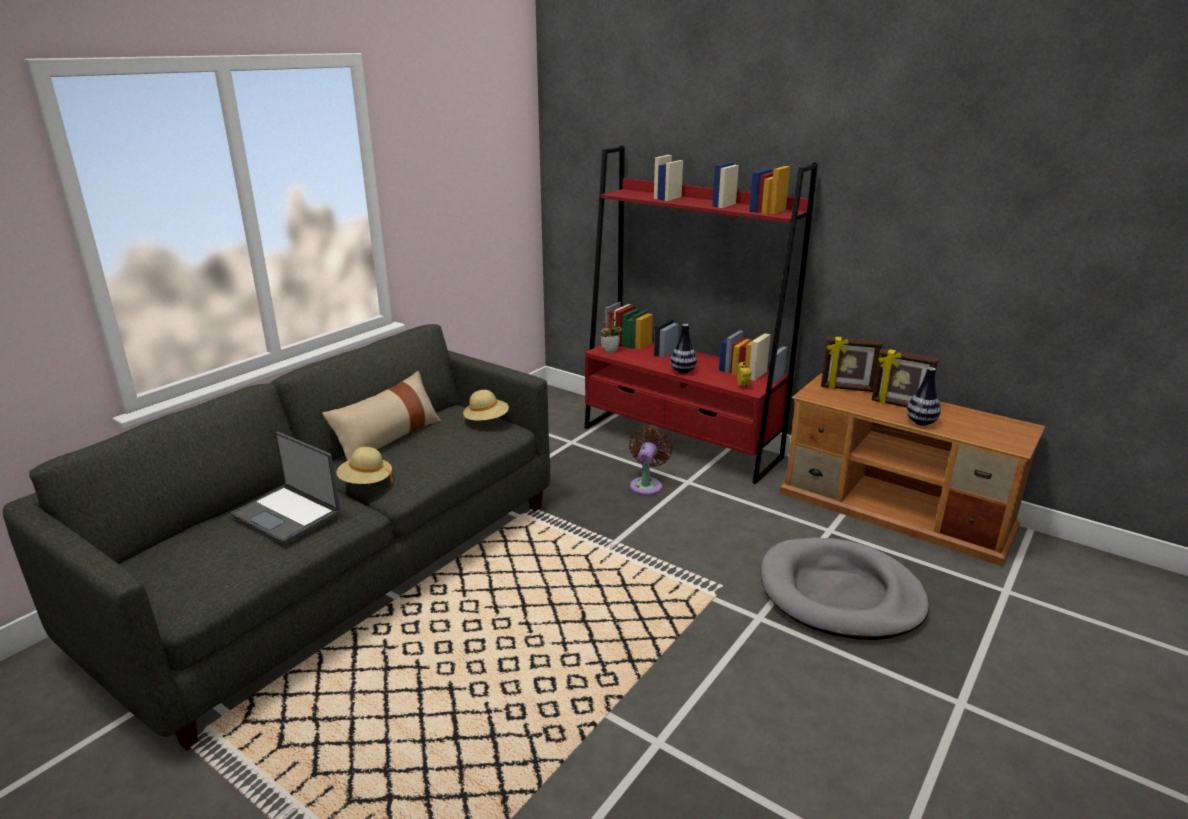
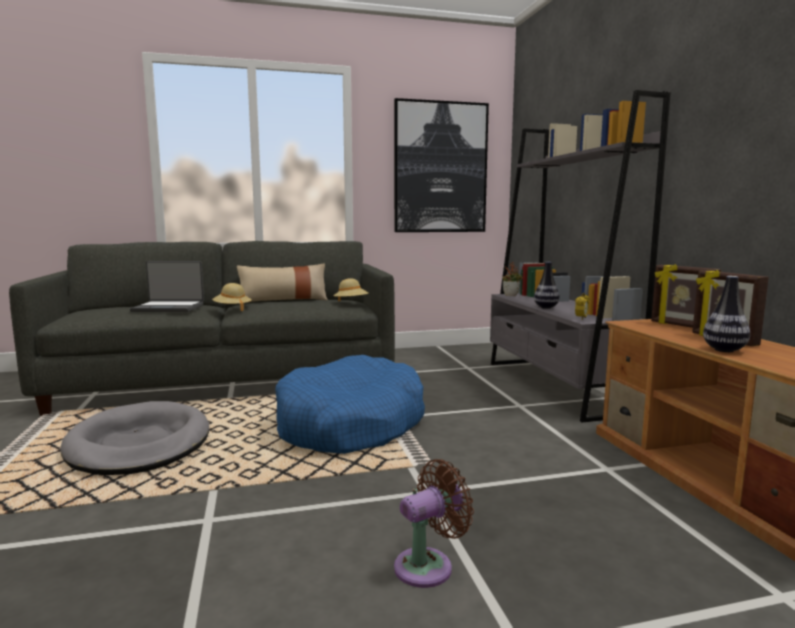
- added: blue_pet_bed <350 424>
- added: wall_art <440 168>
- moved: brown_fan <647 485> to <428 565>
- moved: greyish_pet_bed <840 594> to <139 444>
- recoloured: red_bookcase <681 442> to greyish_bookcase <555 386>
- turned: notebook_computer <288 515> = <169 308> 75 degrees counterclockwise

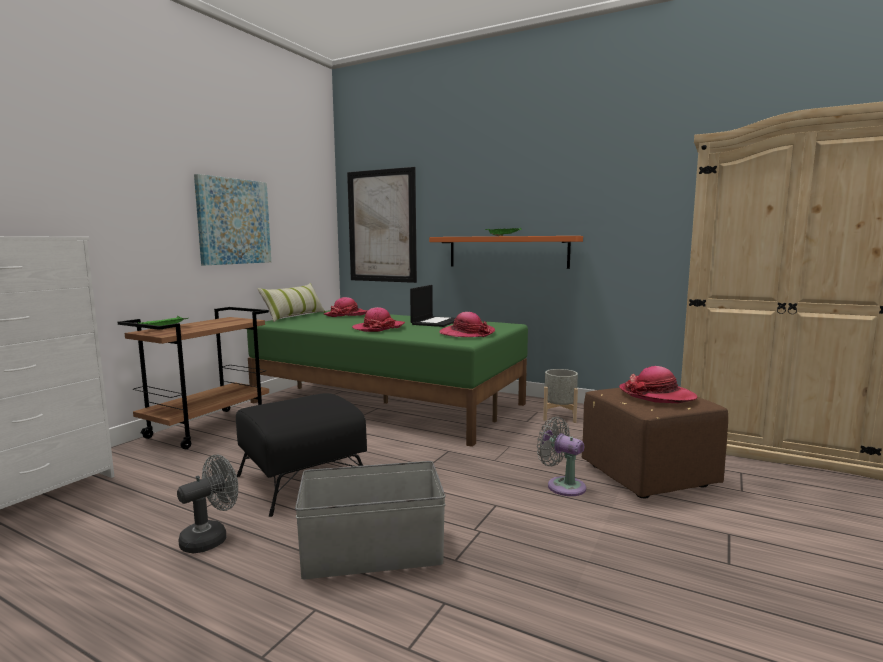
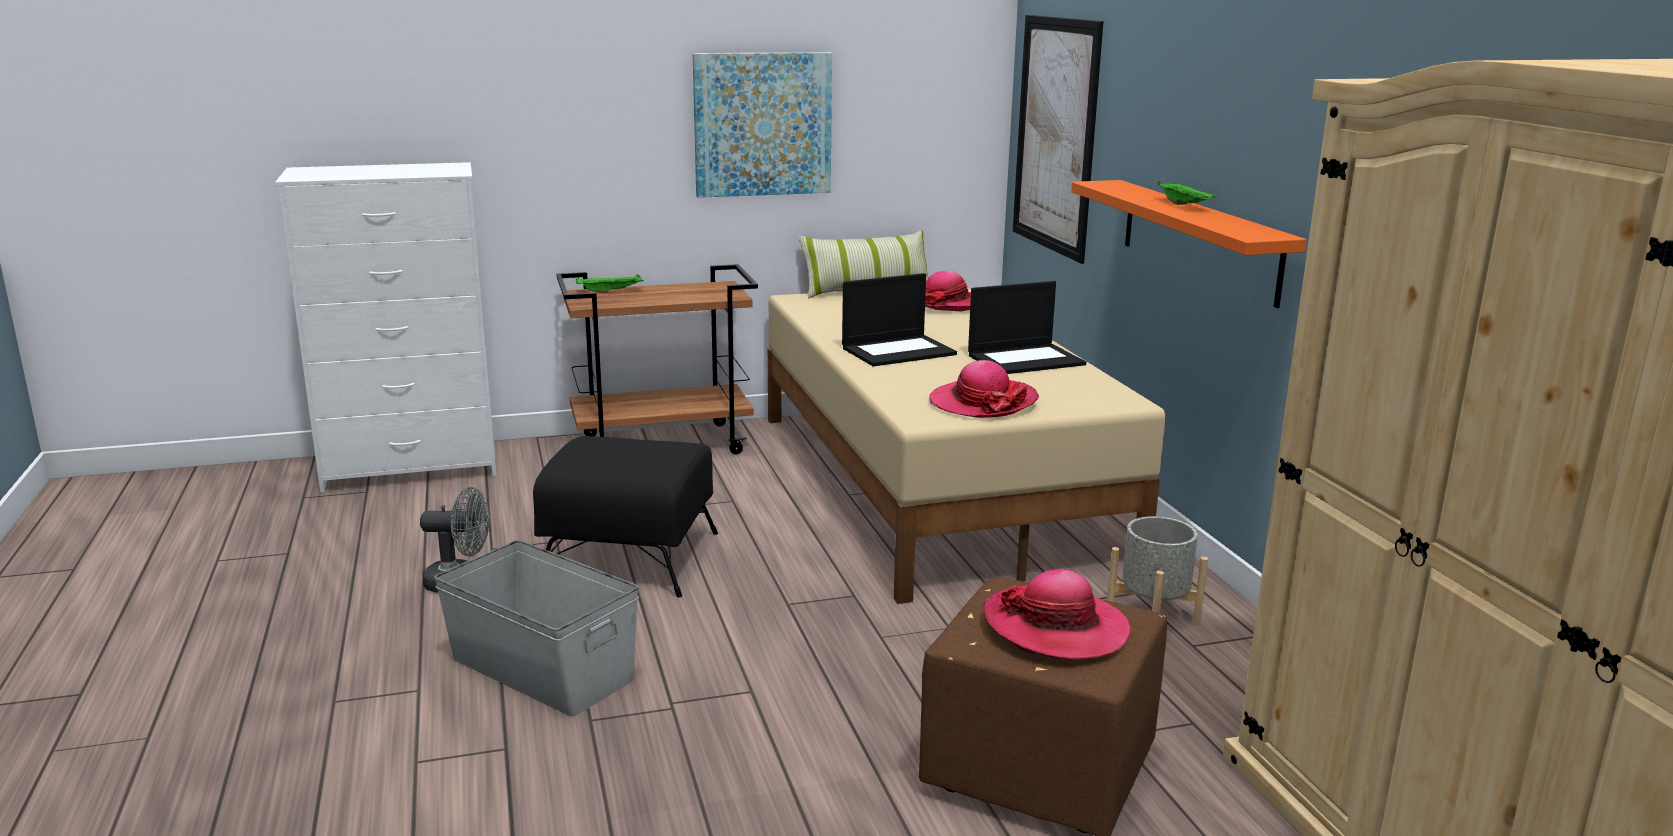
- removed: greyish_fan <562 485>
- replaced: wearable_hat <378 328> to notebook_computer <899 351>
- recoloured: green_bed <387 402> to beige_bed <934 484>

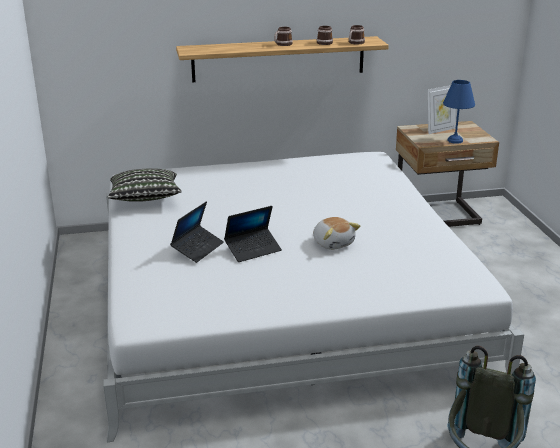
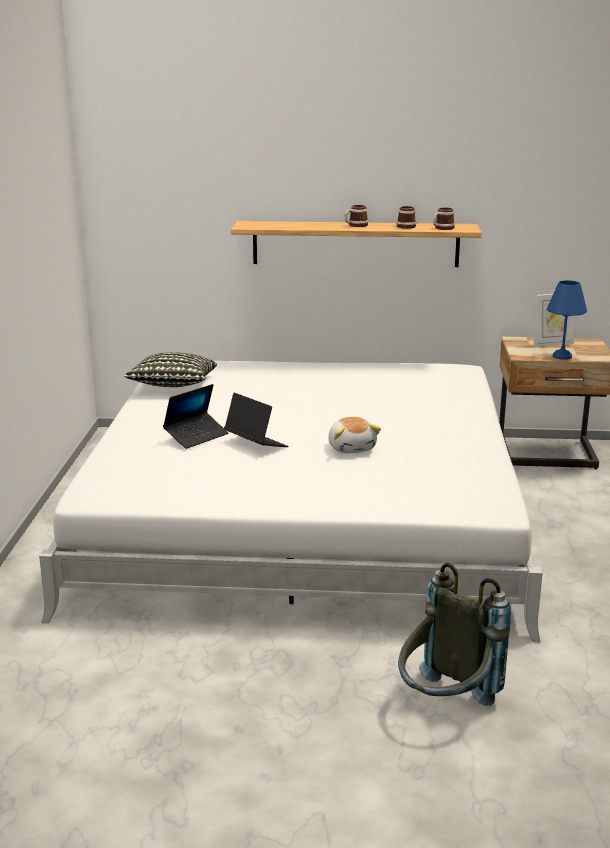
- turned: notebook_computer <253 250> = <256 444> 120 degrees counterclockwise

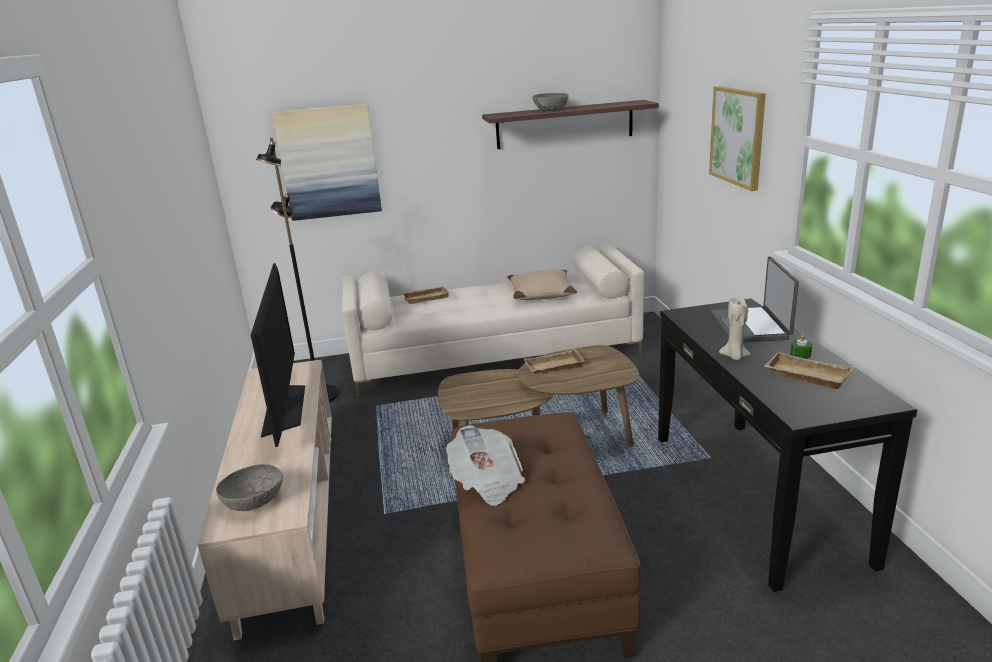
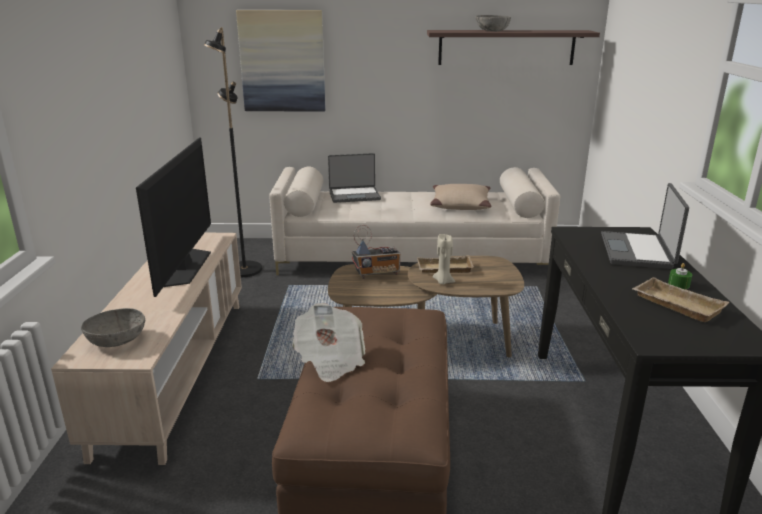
- removed: wall_art <738 136>
- added: radio_set <377 274>
- moved: beige_wax_light <734 356> to <443 282>
- replaced: beige_tray <426 297> to notebook_computer <354 195>

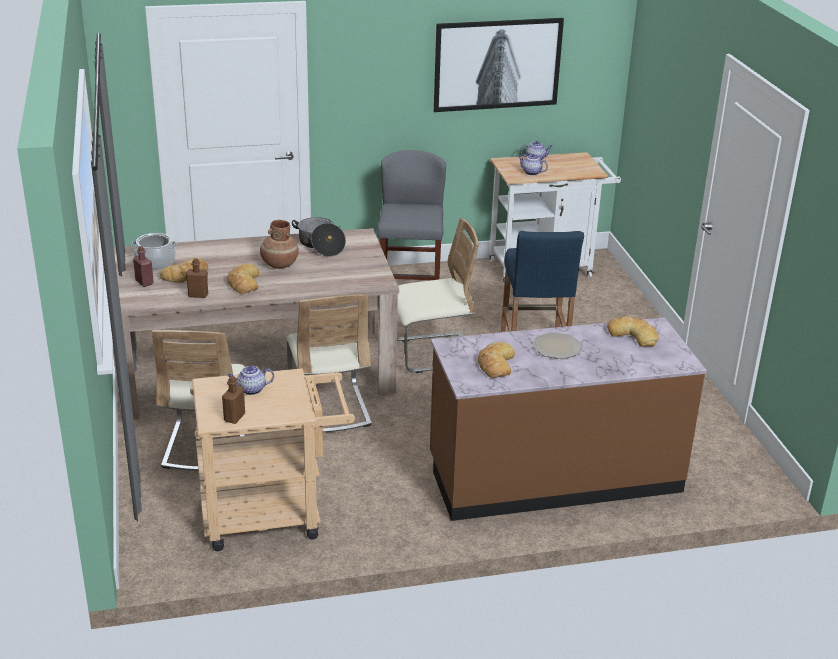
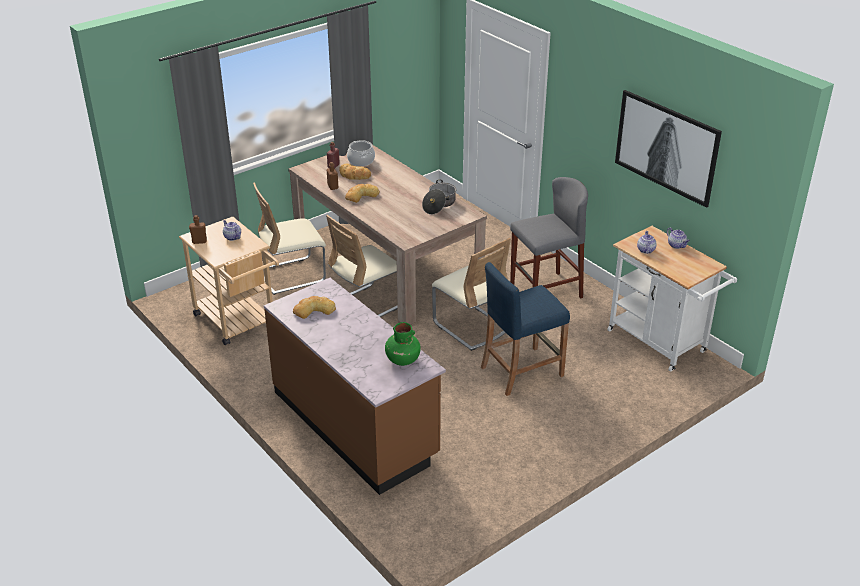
- removed: brown_vase <279 264>
- removed: flat_dish <557 347>
- replaced: bakery_bread <633 335> to green_vase <402 359>

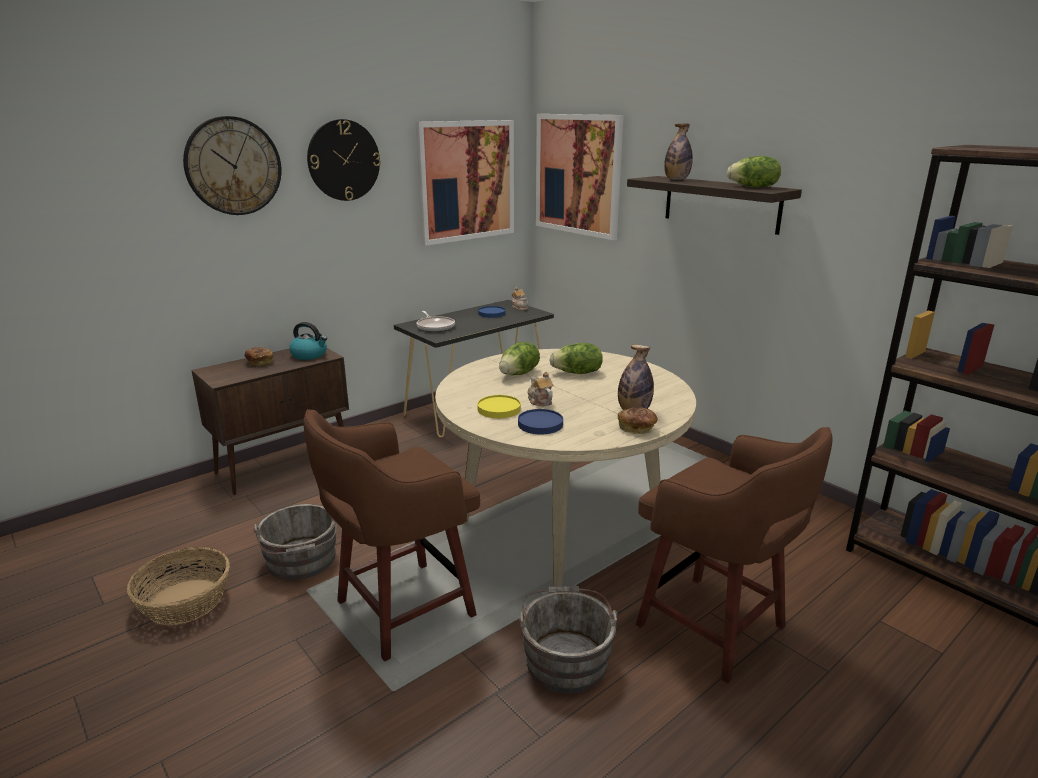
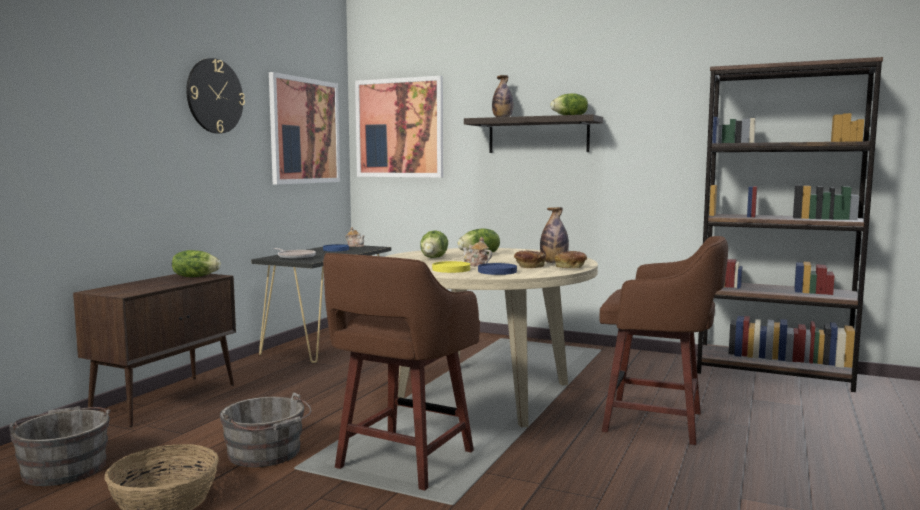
- removed: clock_on_the_wall <233 166>
- moved: bakery_bread <259 362> to <529 266>
- moved: greyish_water_bucket <566 658> to <65 467>
- replaced: tea_kettle <310 355> to lettuce <195 277>

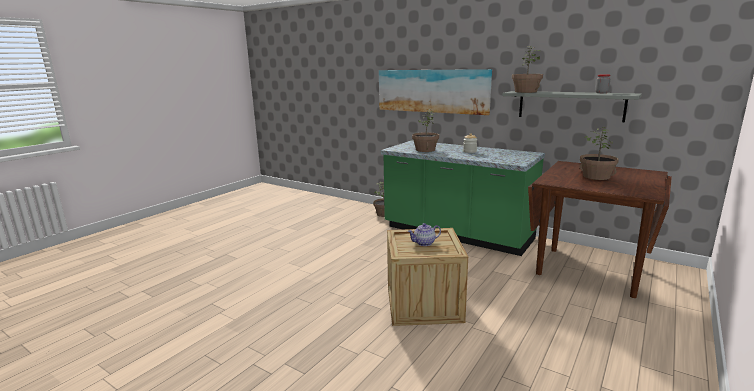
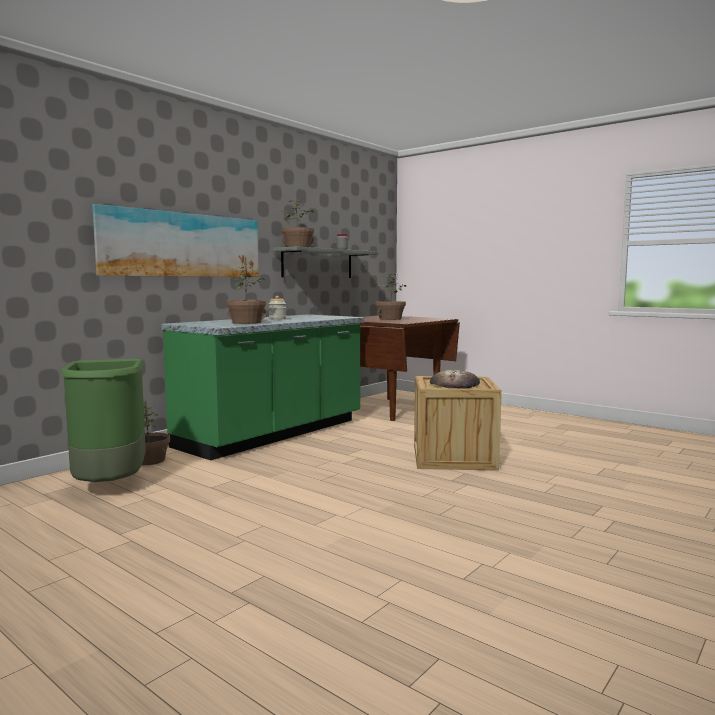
- added: green_rubbish_bin <110 486>
- replaced: tea_pot <424 243> to bakery_bread <454 384>

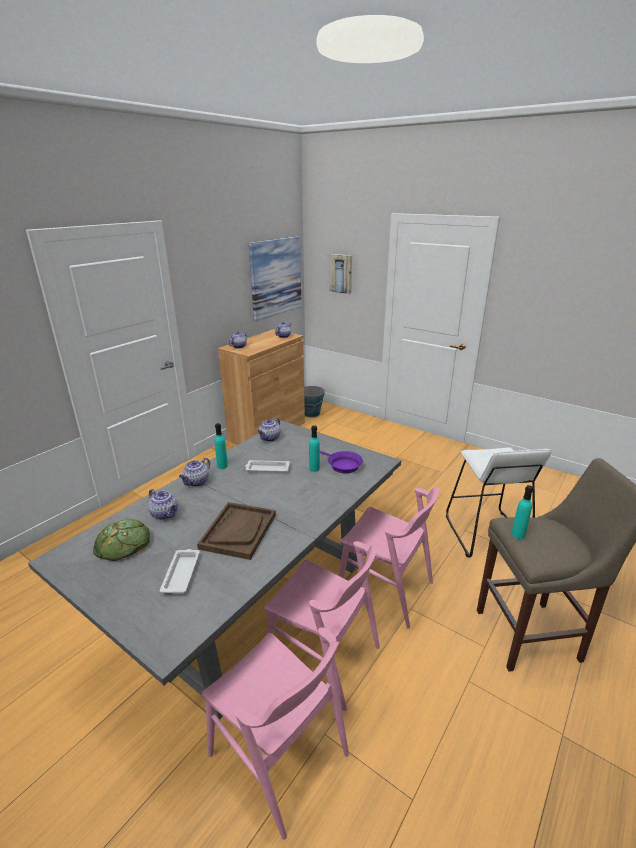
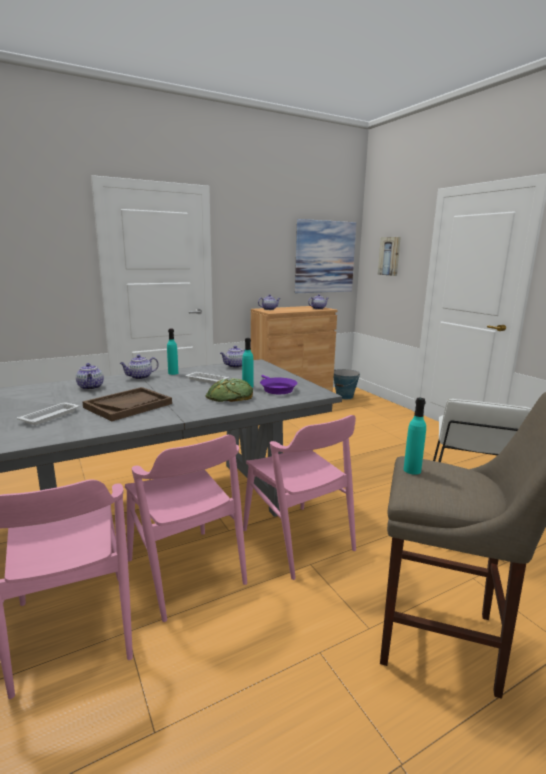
- moved: bakery_bread <123 543> to <230 396>

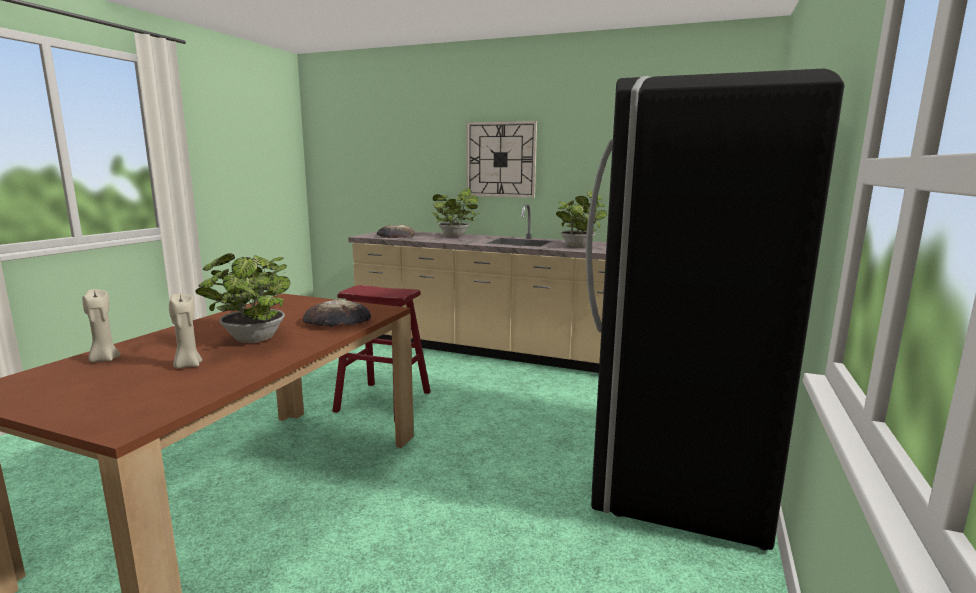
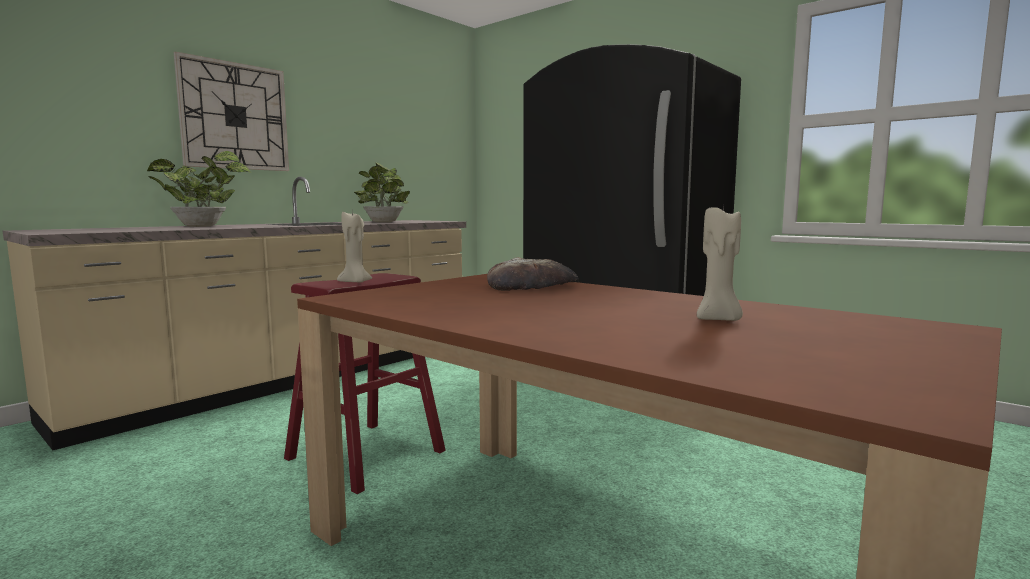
- removed: plant_in_a_pot <252 340>
- removed: bakery_bread <395 236>
- moved: beige_wax_light <104 359> to <355 282>

